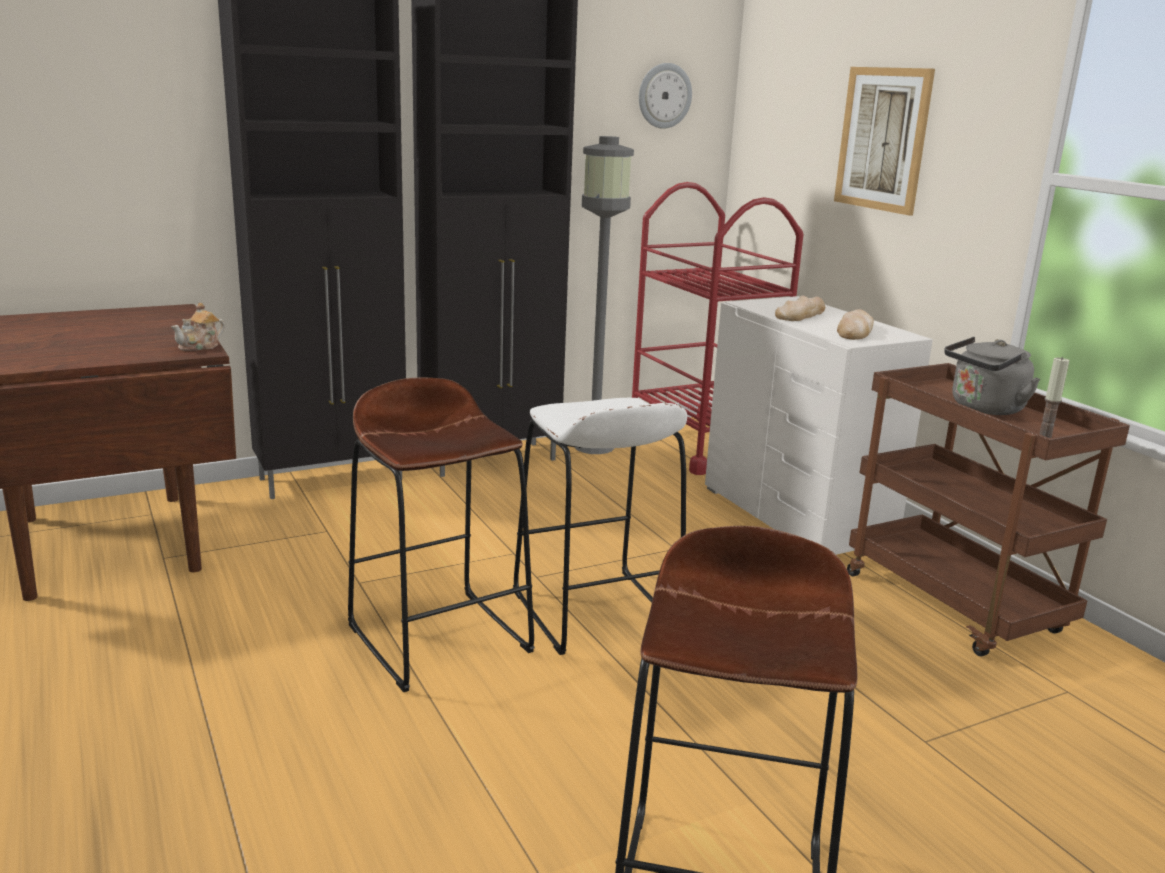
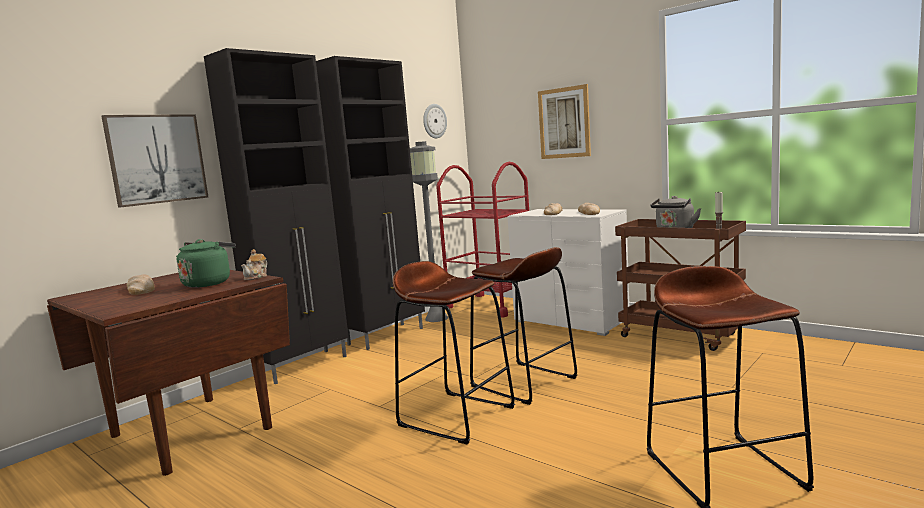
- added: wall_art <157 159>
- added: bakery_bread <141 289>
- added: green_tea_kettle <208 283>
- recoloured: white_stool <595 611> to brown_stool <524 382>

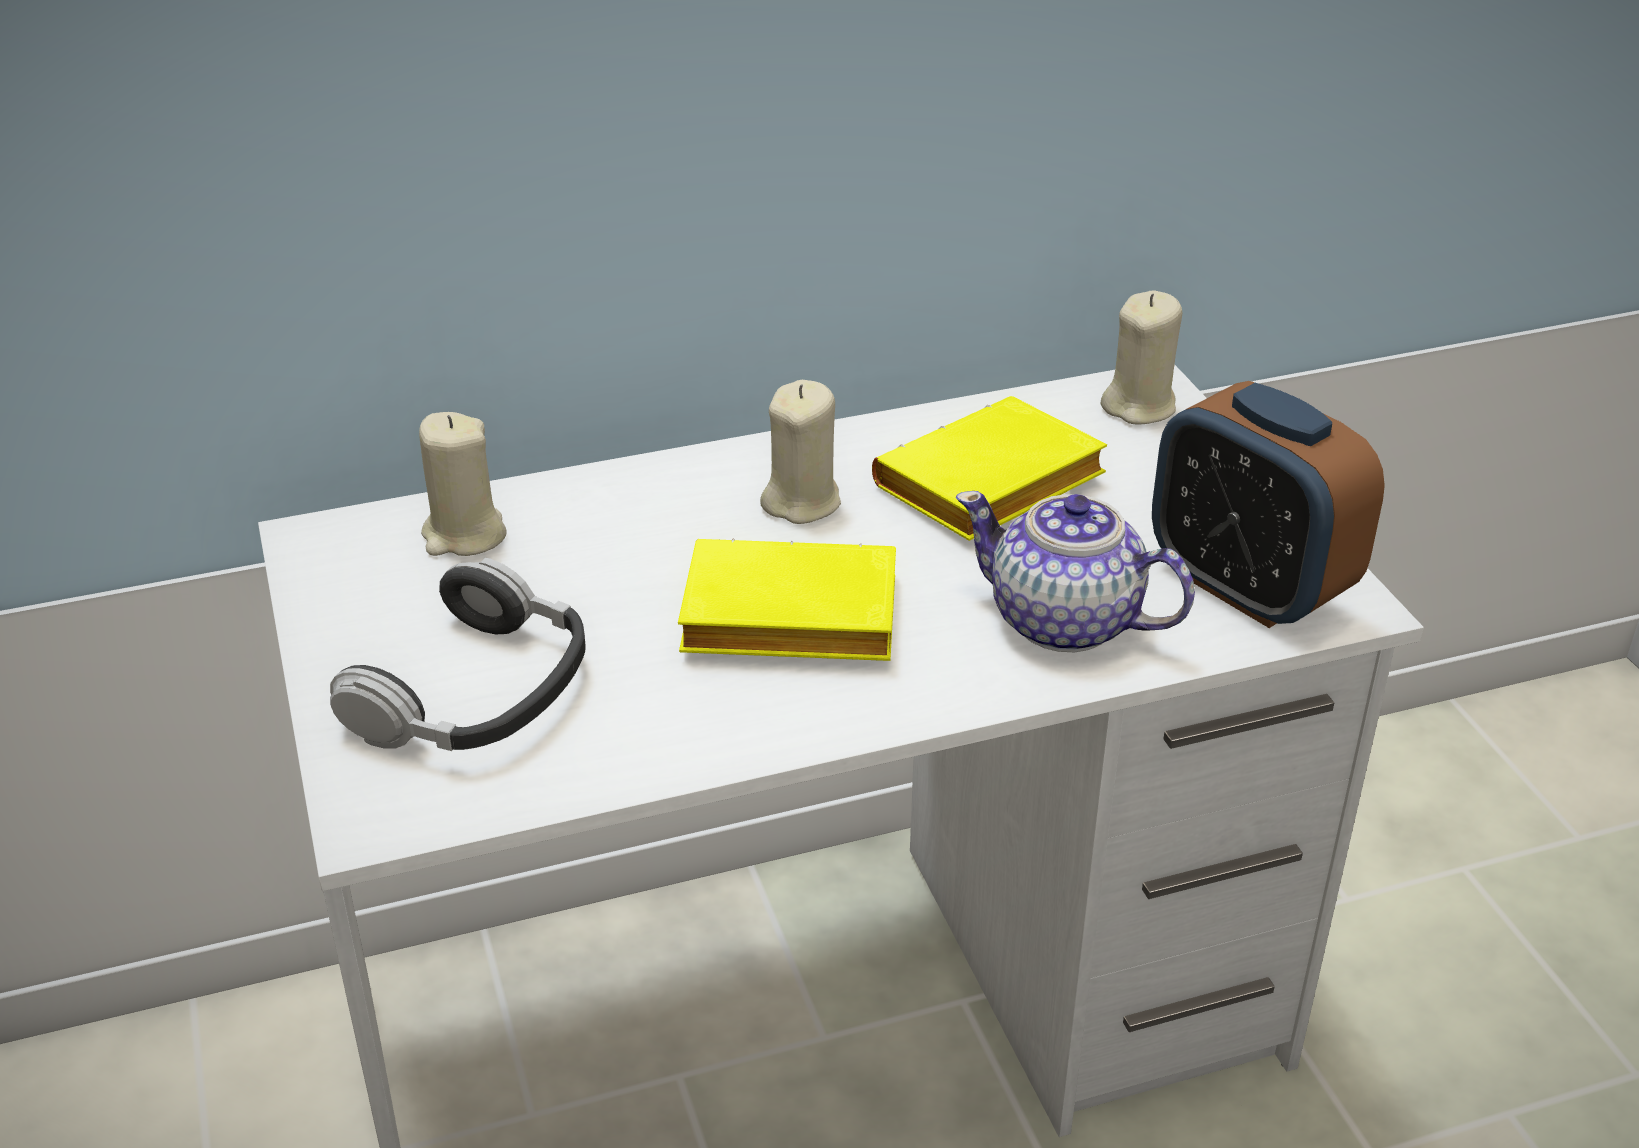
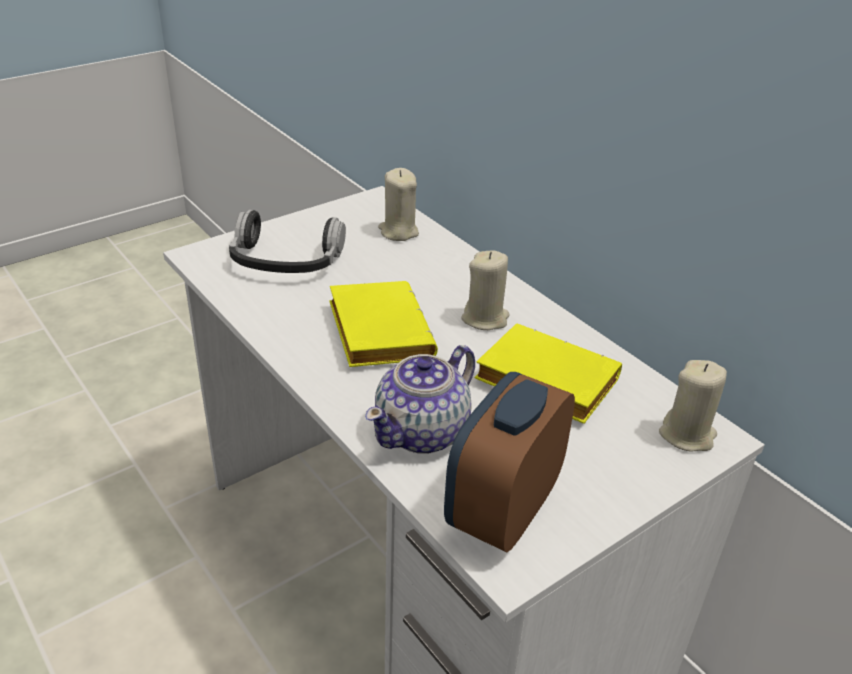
- turned: tea_pot <1066 622> = <423 432> 150 degrees counterclockwise

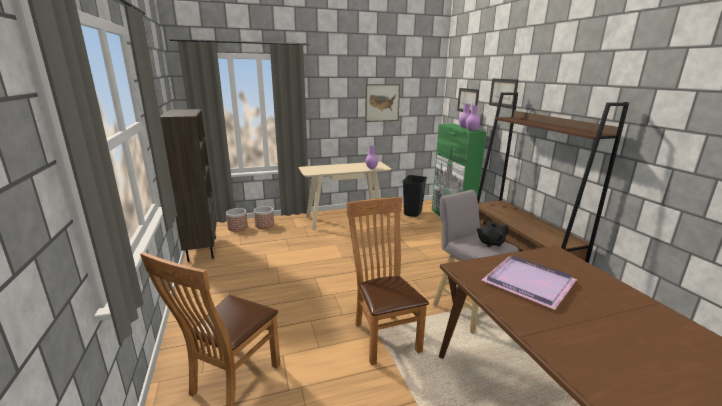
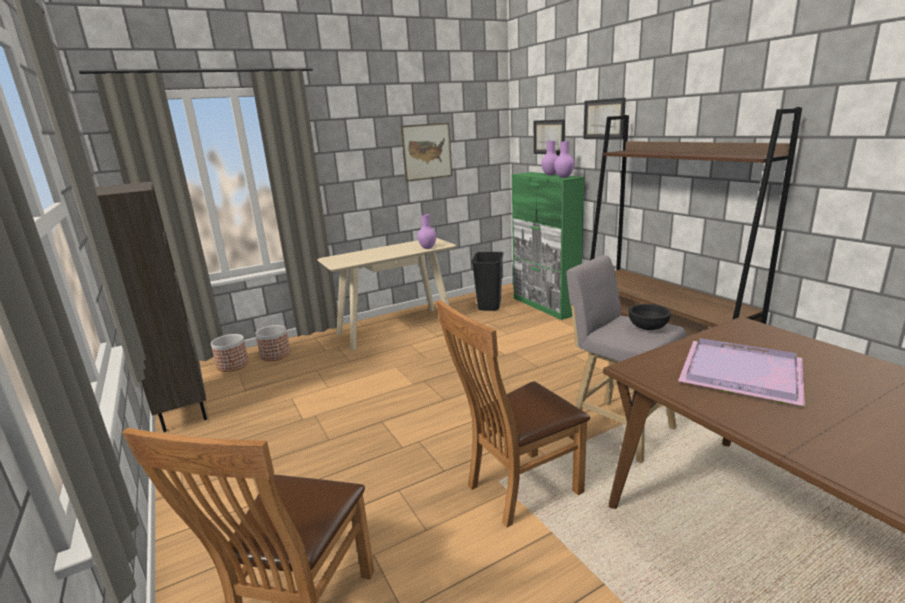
- replaced: black_tea_pot <490 243> to black_serving_bowl <647 327>
- turned: brown_plain_chair <383 335> = <517 490> 90 degrees counterclockwise

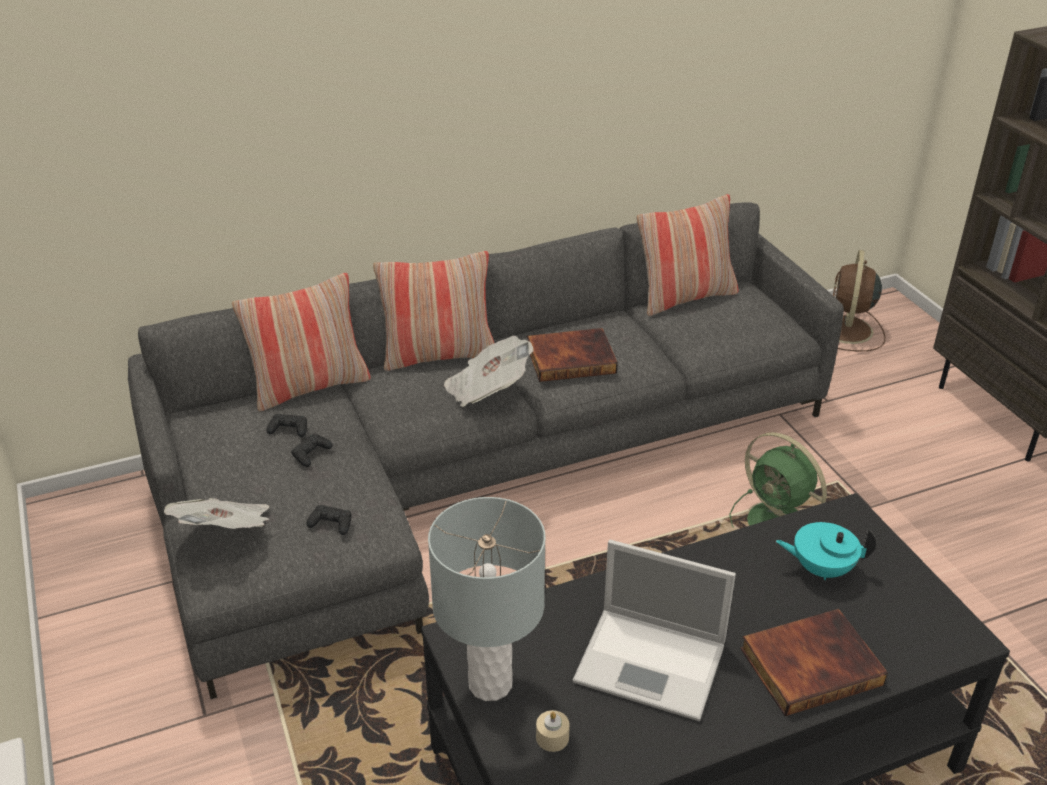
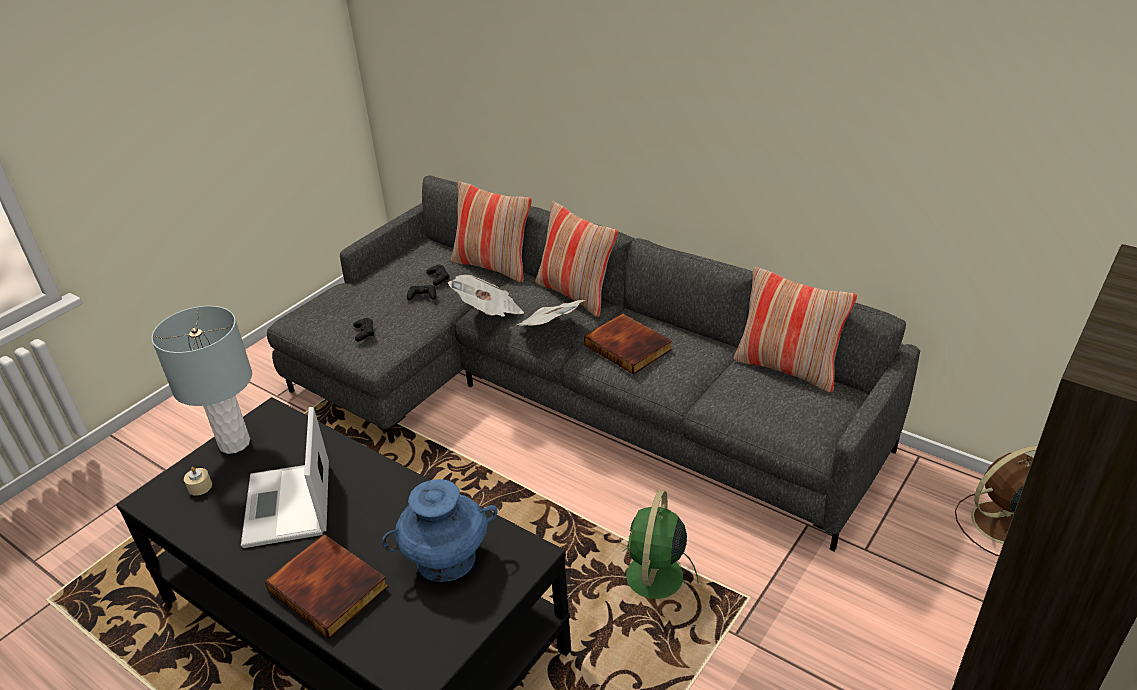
- moved: daily_paper <226 532> to <488 312>
- replaced: turquoise-coloured_tea_pot <821 568> to blue_vase <447 559>

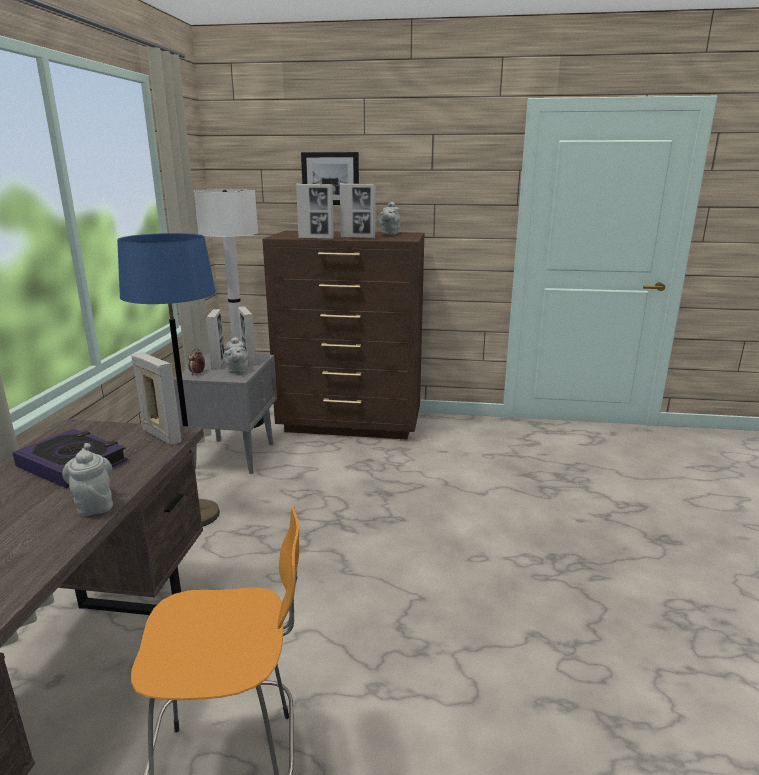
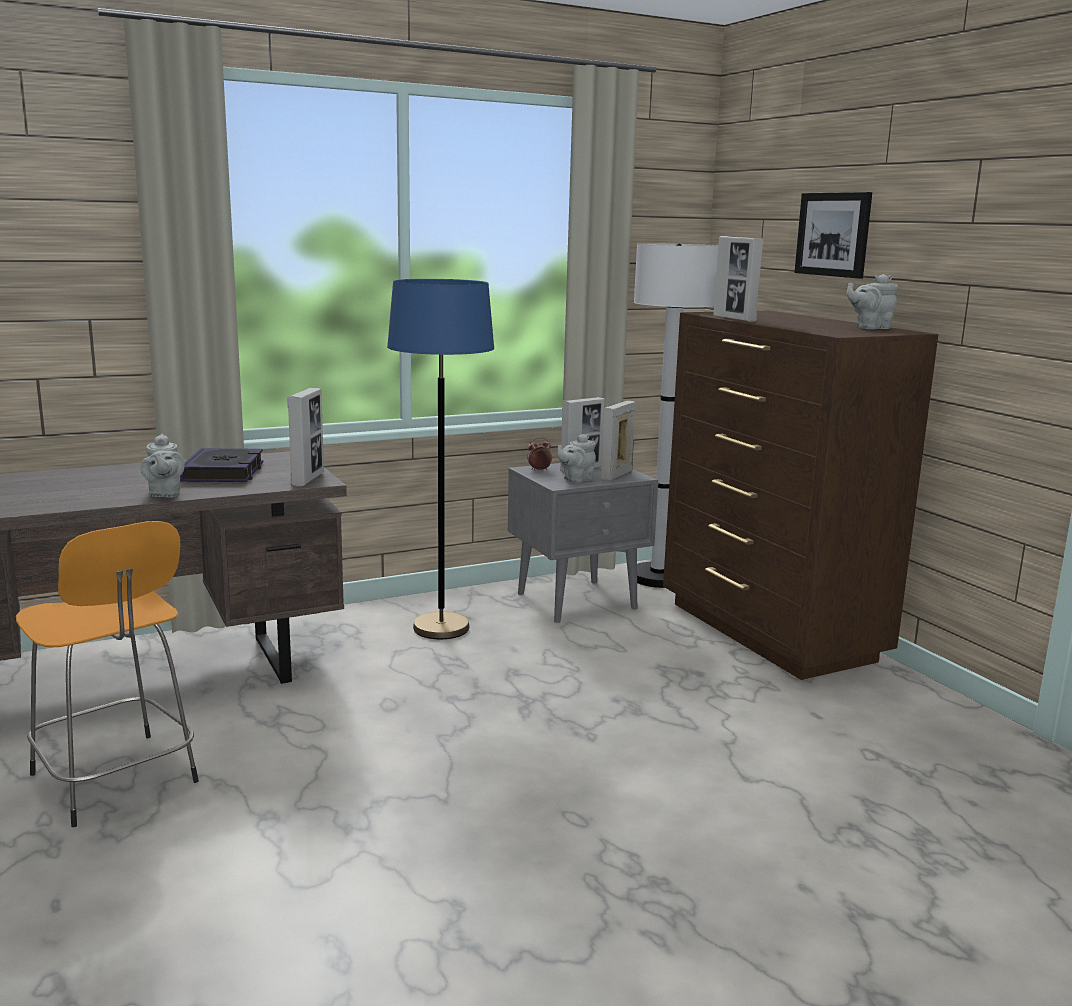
- removed: picture_frame <358 238>
- turned: greyish_tea_pot <94 504> = <164 494> 135 degrees clockwise

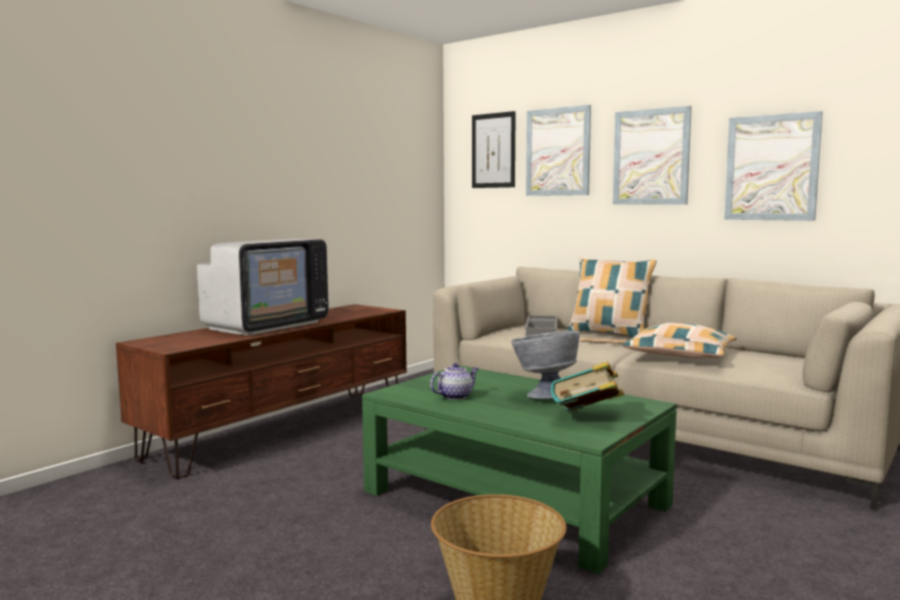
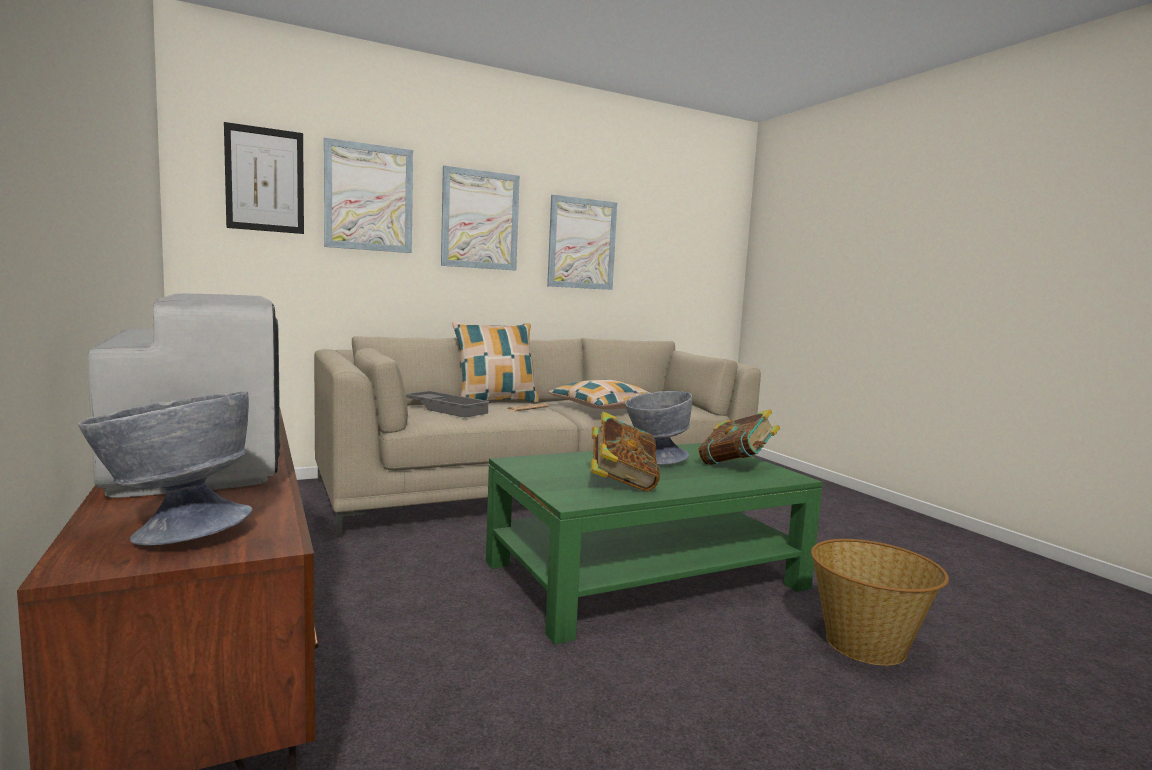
- added: greyish_serving_bowl <174 532>
- replaced: tea_pot <454 396> to book <621 483>

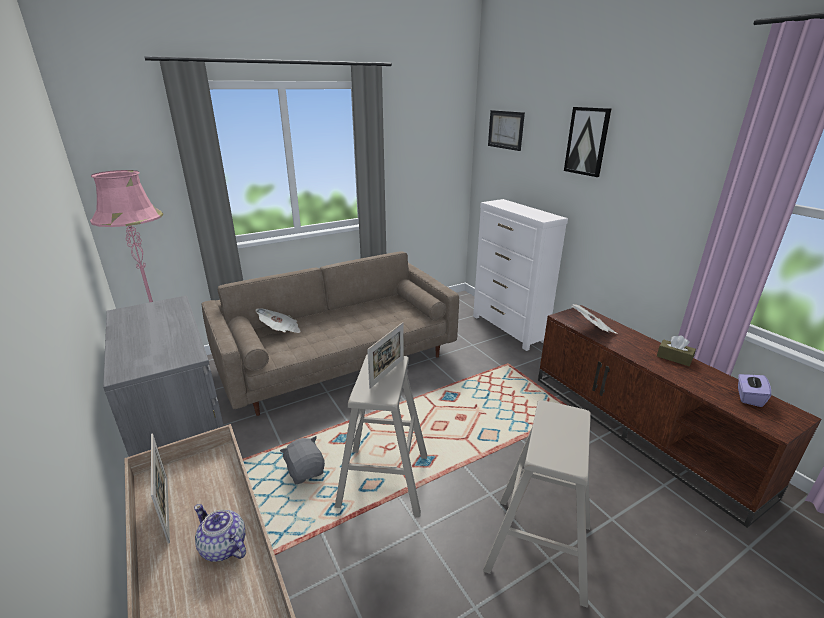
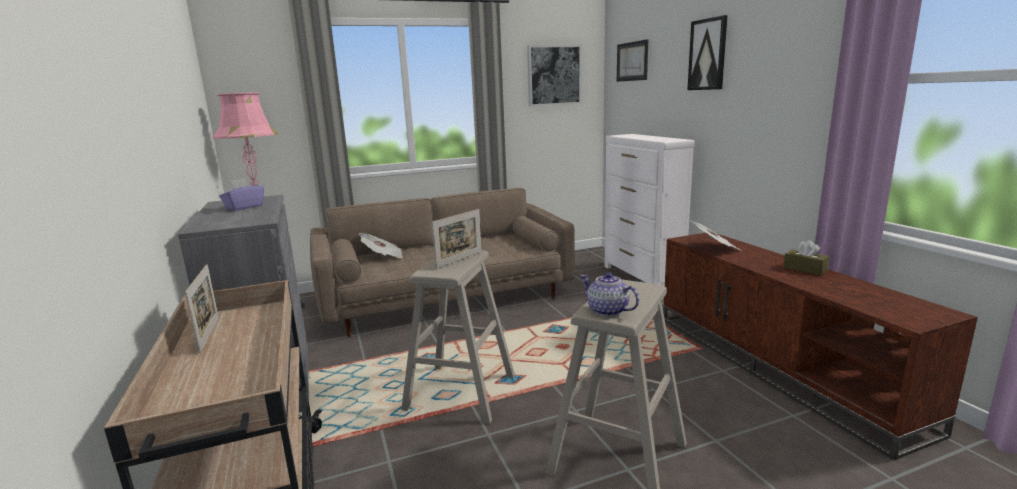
- removed: greyish_cuddly_toy <306 471>
- added: wall_art <554 75>
- moved: tea_pot <223 547> to <608 311>
- moved: purple-coloured_tissue_holder <748 397> to <244 207>

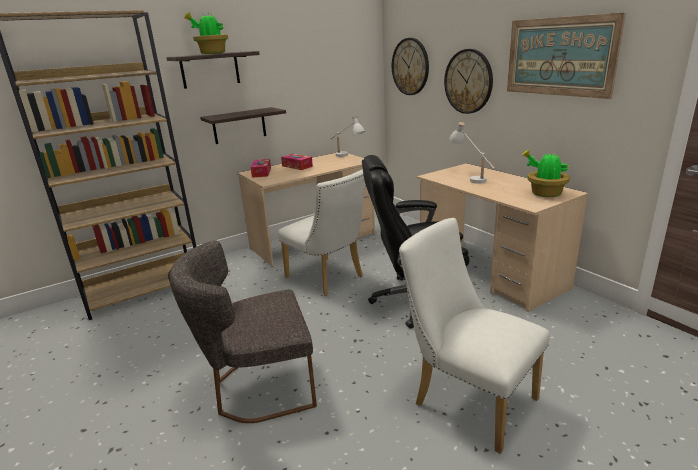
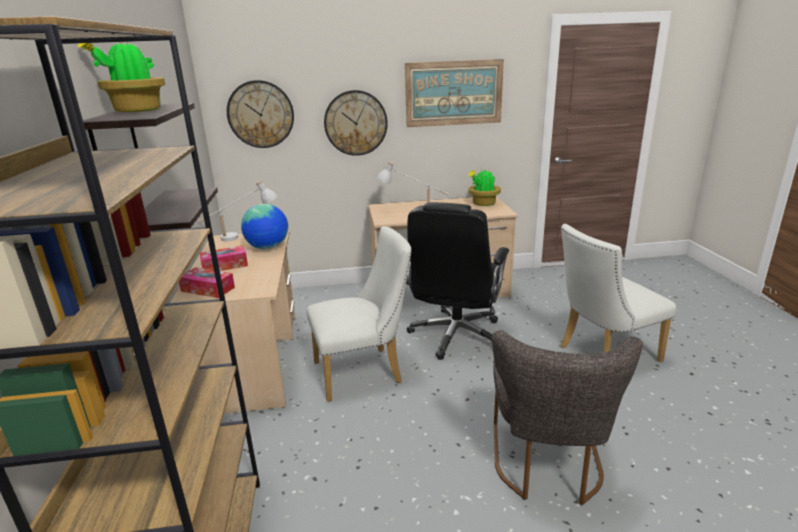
- added: world_globe <268 248>

